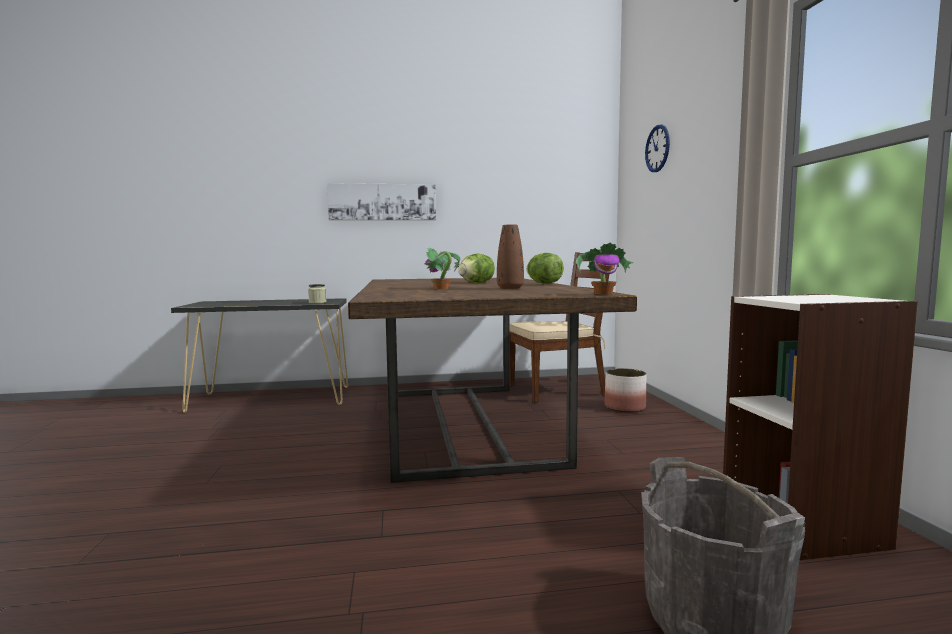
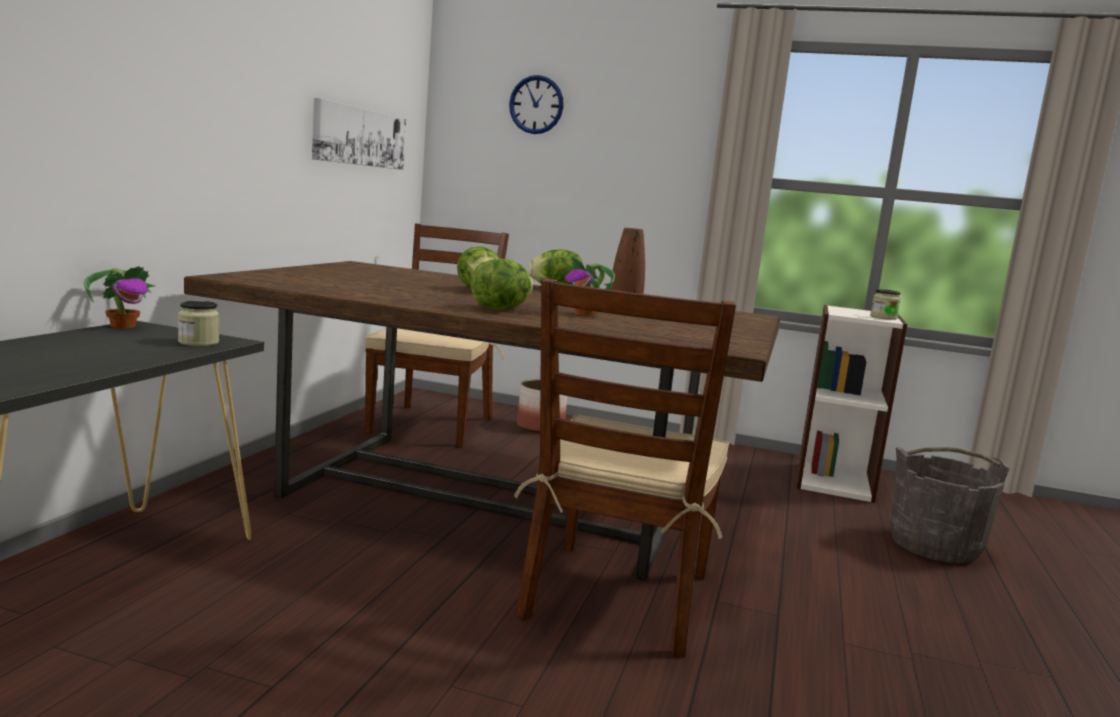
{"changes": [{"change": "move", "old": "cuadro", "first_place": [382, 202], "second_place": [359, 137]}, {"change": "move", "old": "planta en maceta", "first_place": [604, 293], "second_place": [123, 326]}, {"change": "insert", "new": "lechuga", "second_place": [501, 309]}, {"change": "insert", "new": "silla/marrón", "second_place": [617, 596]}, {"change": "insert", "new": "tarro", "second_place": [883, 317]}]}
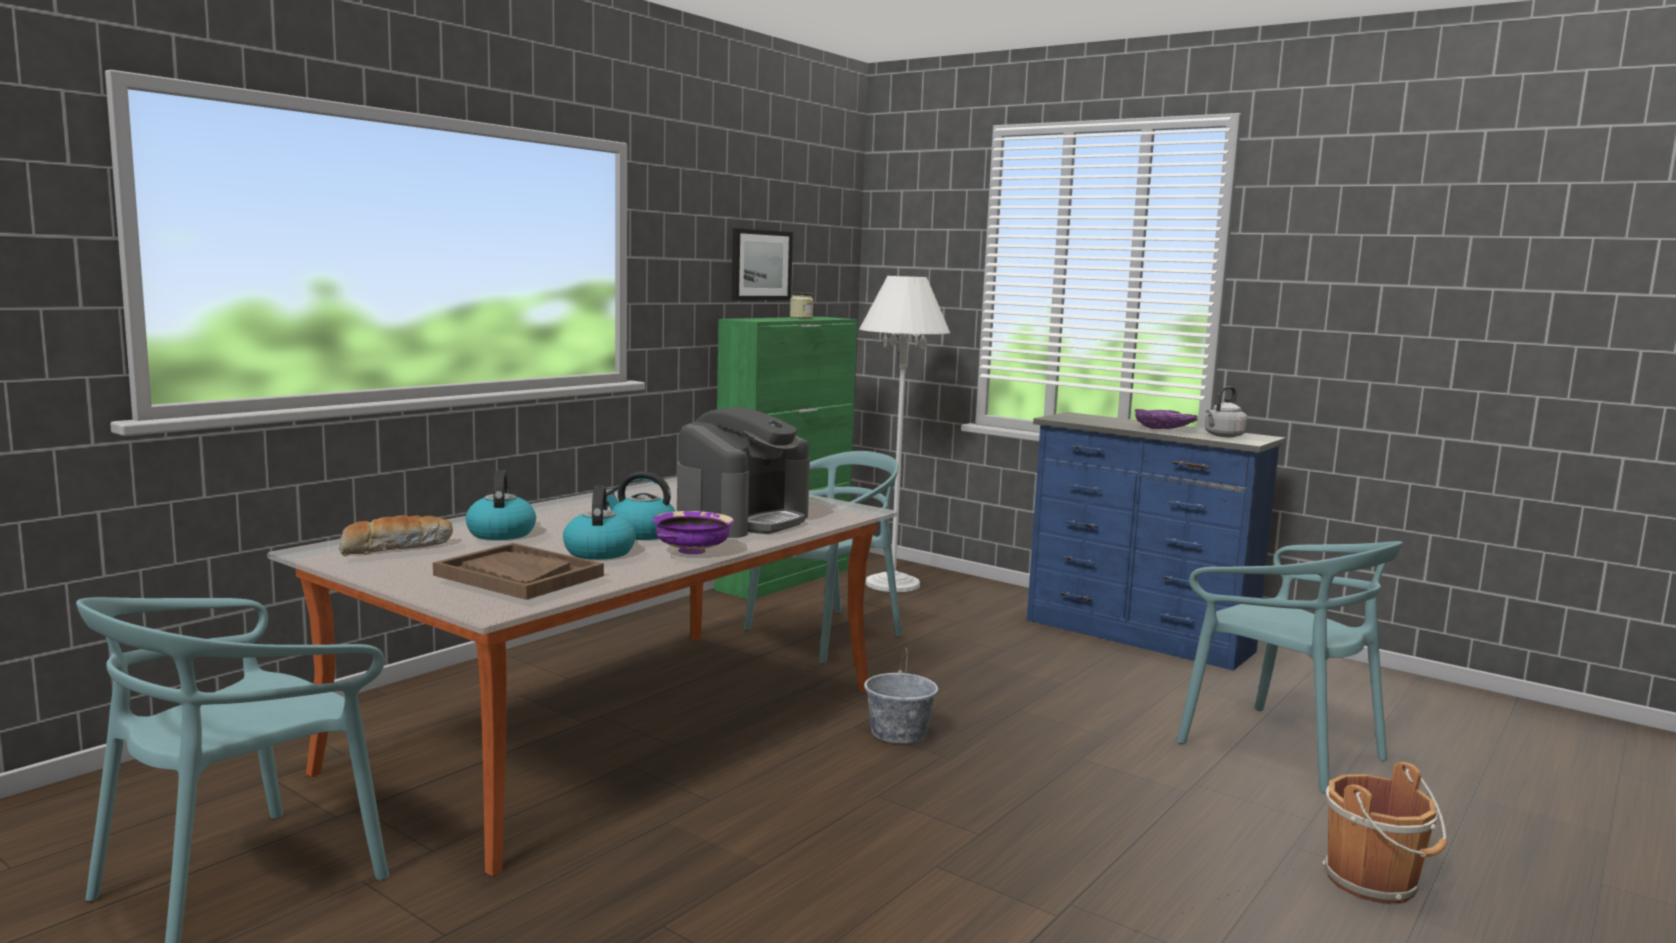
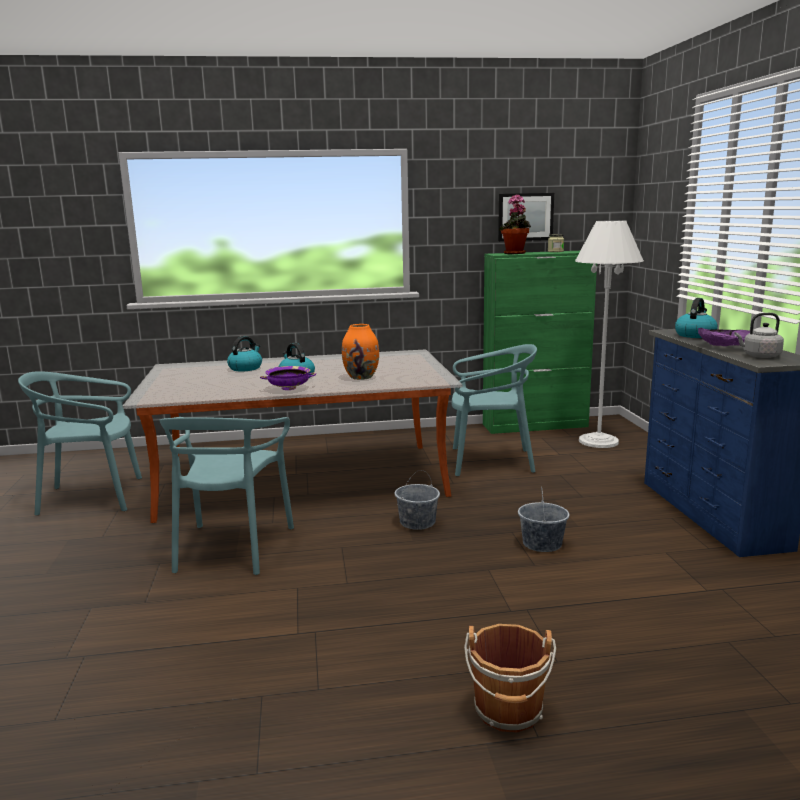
{"changes": [{"change": "delete", "old": "pan", "first_place": [396, 547]}, {"change": "delete", "old": "bandeja/marrón", "first_place": [518, 575]}, {"change": "move", "old": "hervidor", "first_place": [599, 552], "second_place": [695, 335]}, {"change": "replace", "old": "cafetera", "new": "florero/naranja", "first_place": [743, 520], "second_place": [361, 377]}, {"change": "move", "old": "silla/turquesa", "first_place": [1281, 748], "second_place": [232, 548]}, {"change": "insert", "new": "planta en maceta", "second_place": [515, 253]}, {"change": "insert", "new": "cubo/gris", "second_place": [542, 544]}]}
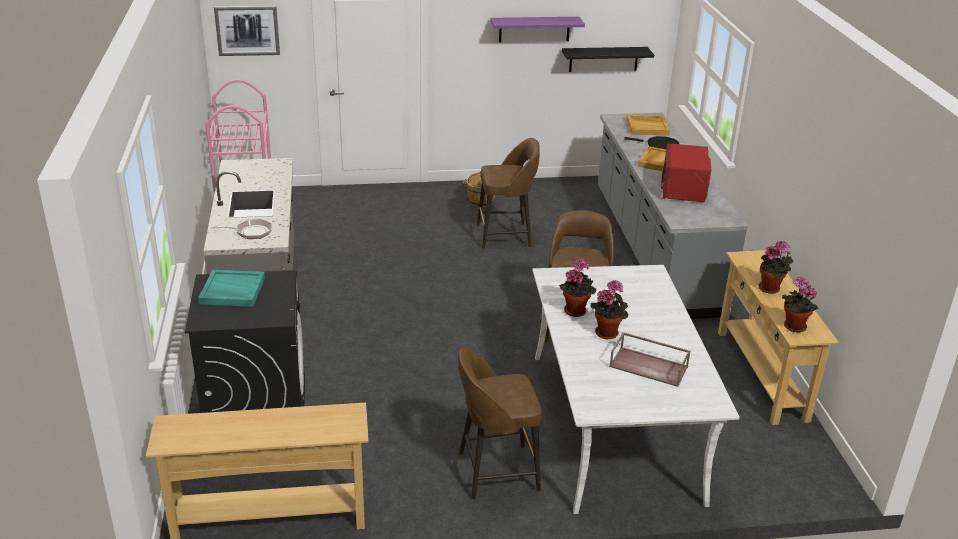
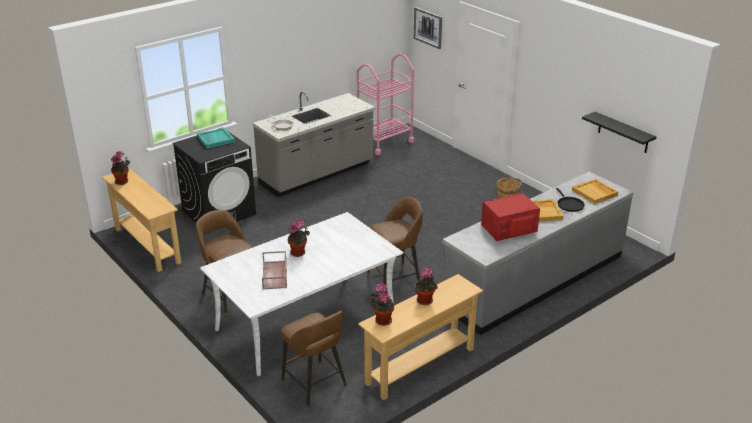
{"changes": [{"change": "move", "old": "taburete/marrón", "first_place": [505, 236], "second_place": [315, 384]}, {"change": "delete", "old": "estante/morado", "first_place": [534, 29]}, {"change": "move", "old": "planta en maceta", "first_place": [575, 310], "second_place": [123, 182]}]}
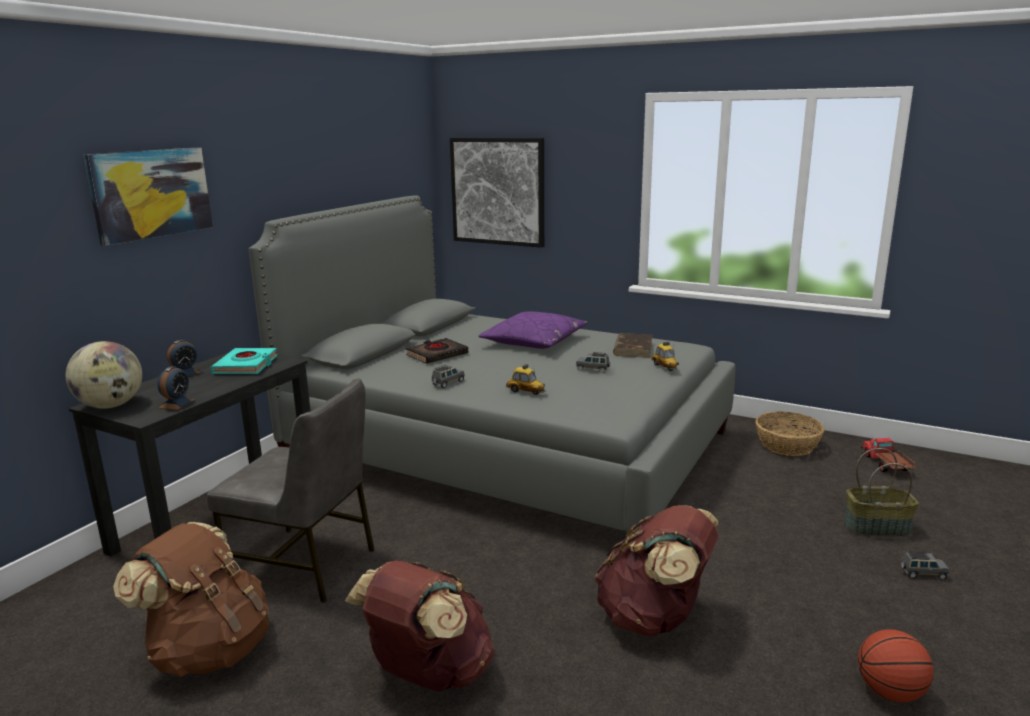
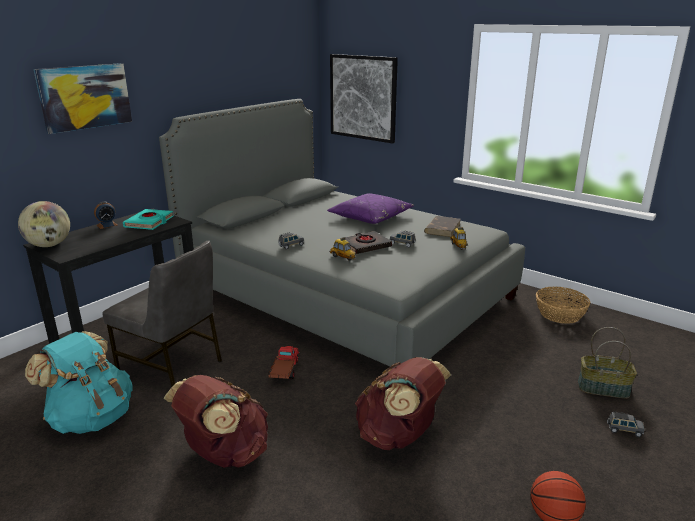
{"changes": [{"change": "recolor", "old": "mochila/marrón", "new": "mochila/turquesa", "first_place": [209, 650], "second_place": [91, 417]}, {"change": "delete", "old": "despertador", "first_place": [176, 404]}, {"change": "move", "old": "libro/negro", "first_place": [437, 355], "second_place": [365, 246]}, {"change": "move", "old": "camión de juguete", "first_place": [886, 465], "second_place": [284, 371]}]}
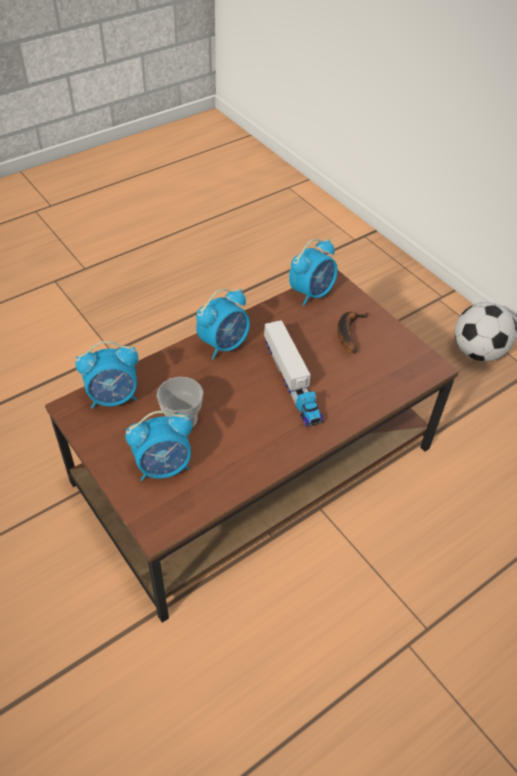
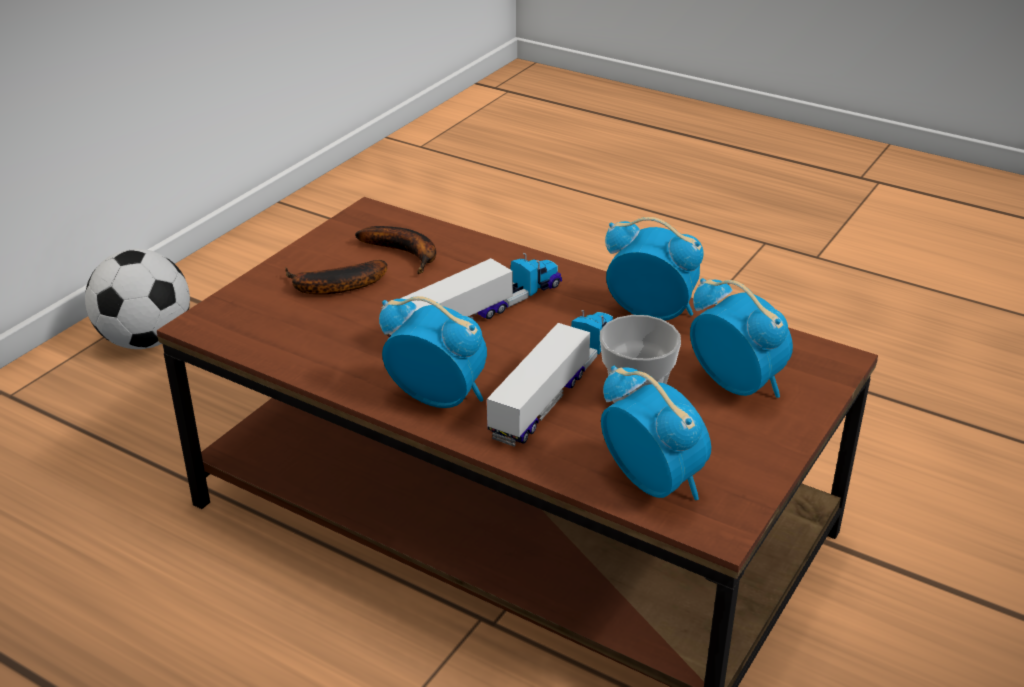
{"changes": [{"change": "move", "old": "despertador", "first_place": [312, 293], "second_place": [651, 313]}, {"change": "insert", "new": "plátano", "second_place": [406, 253]}, {"change": "insert", "new": "camión de juguete", "second_place": [557, 385]}]}
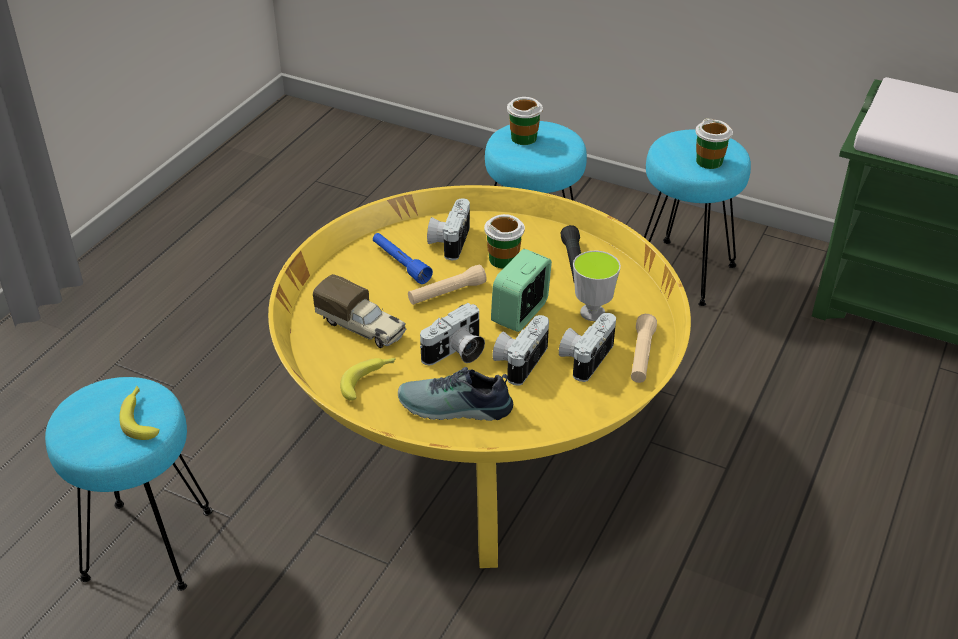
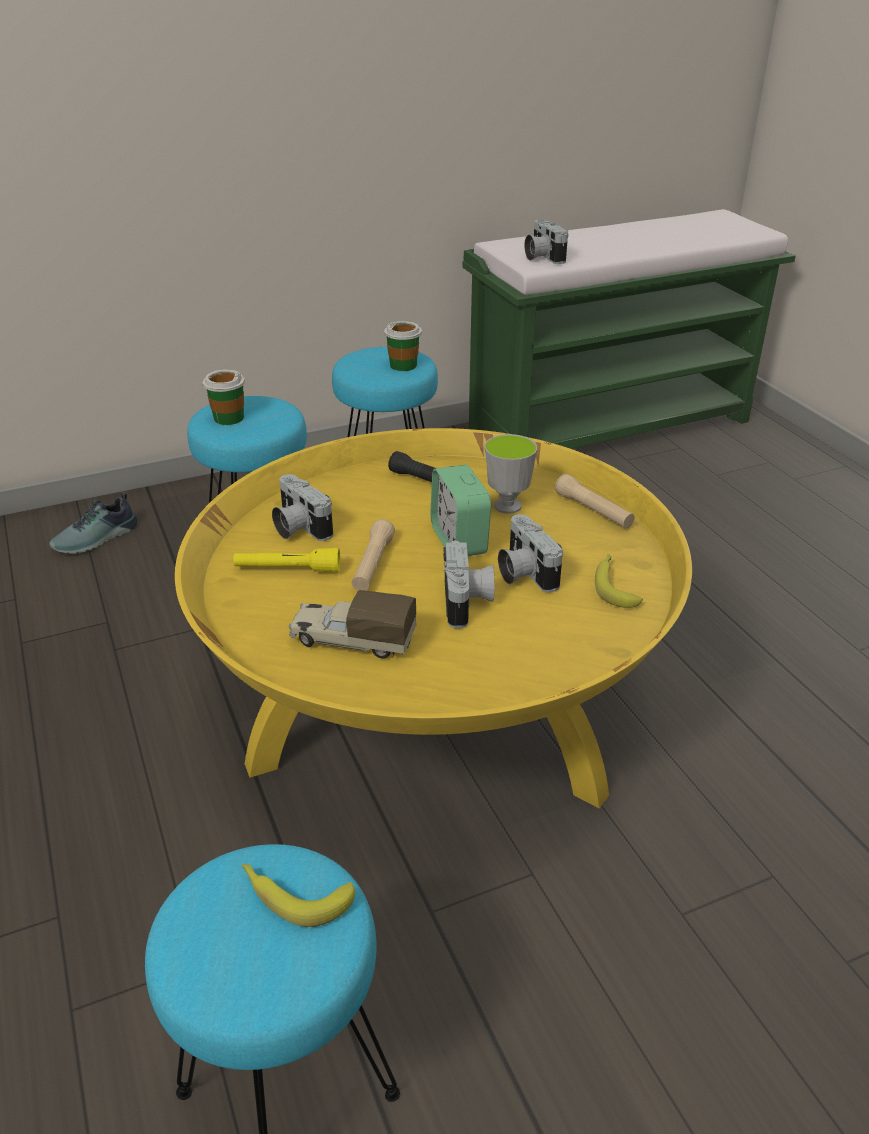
{"changes": [{"change": "rotate", "old": "camión de juguete", "first_place": [362, 327], "second_place": [351, 641], "degrees": -150}, {"change": "move", "old": "plátano", "first_place": [369, 380], "second_place": [614, 585]}, {"change": "recolor", "old": "linterna/azul", "new": "linterna/amarillo", "first_place": [400, 263], "second_place": [287, 570]}, {"change": "move", "old": "zapato", "first_place": [454, 408], "second_place": [97, 539]}, {"change": "delete", "old": "taza", "first_place": [503, 259]}, {"change": "move", "old": "cámara", "first_place": [585, 357], "second_place": [541, 257]}]}
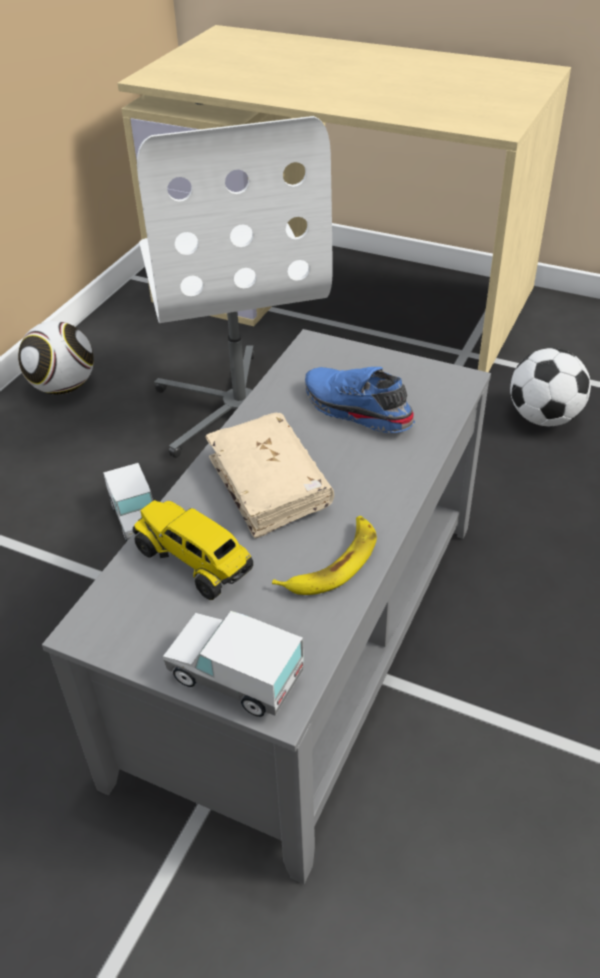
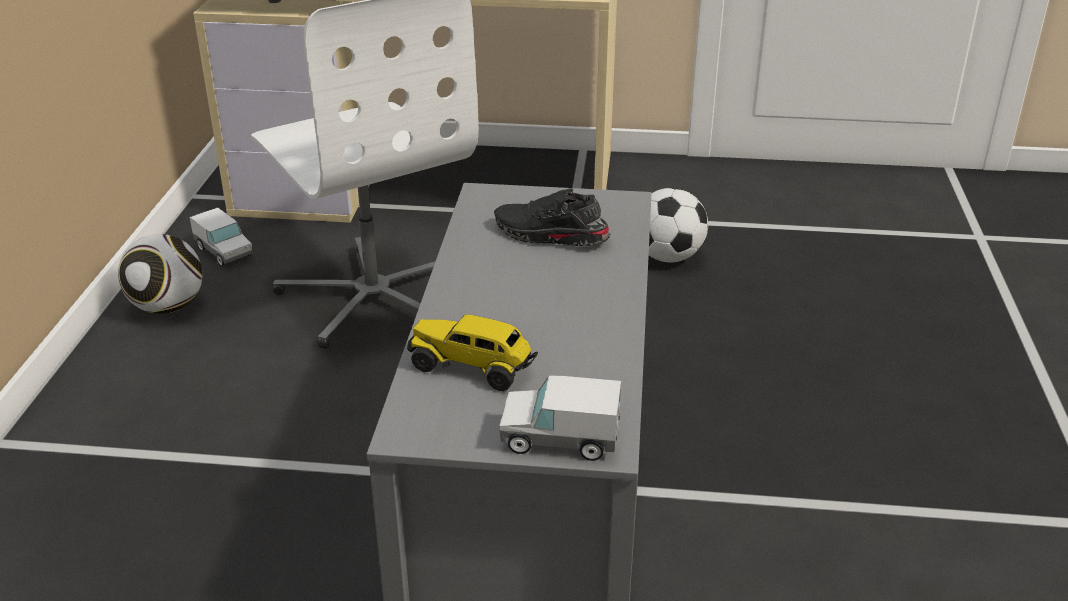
{"changes": [{"change": "move", "old": "camión de juguete", "first_place": [136, 518], "second_place": [224, 252]}, {"change": "delete", "old": "libro/beis", "first_place": [269, 485]}, {"change": "delete", "old": "plátano", "first_place": [333, 563]}, {"change": "recolor", "old": "zapato/azul", "new": "zapato/negro", "first_place": [355, 411], "second_place": [549, 236]}]}
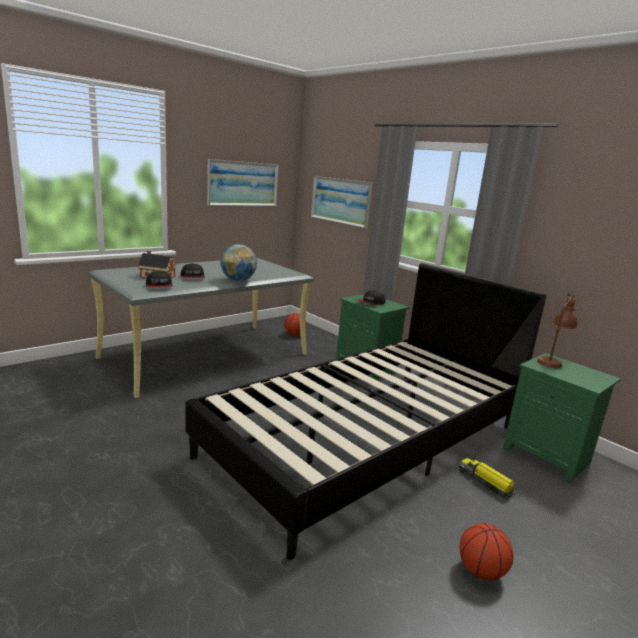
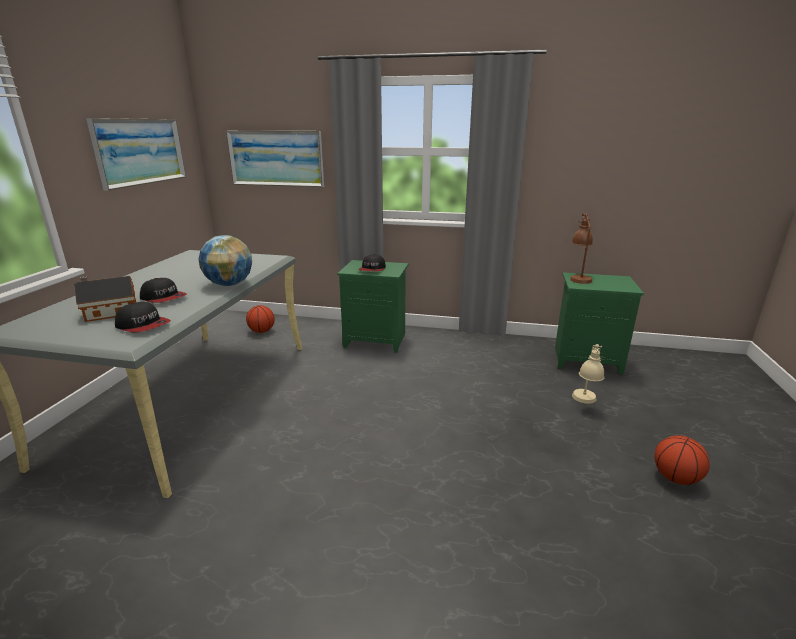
{"changes": [{"change": "delete", "old": "cama/negro", "first_place": [368, 440]}, {"change": "replace", "old": "camión de juguete", "new": "lámpara de mesa/beis", "first_place": [485, 482], "second_place": [585, 402]}]}
